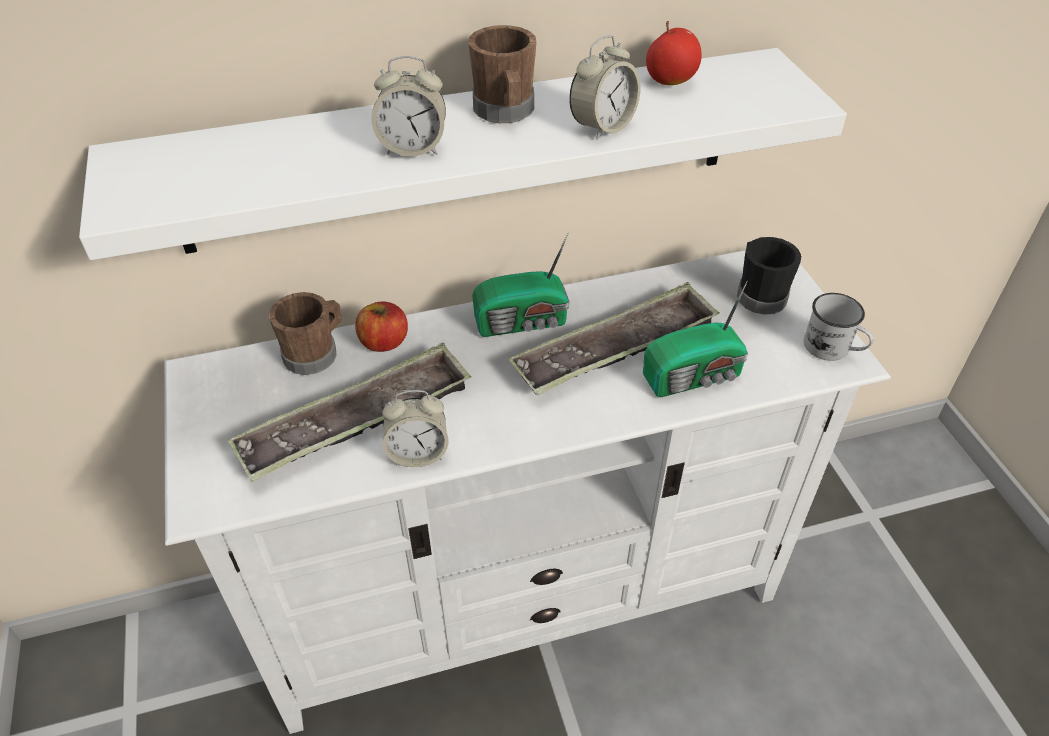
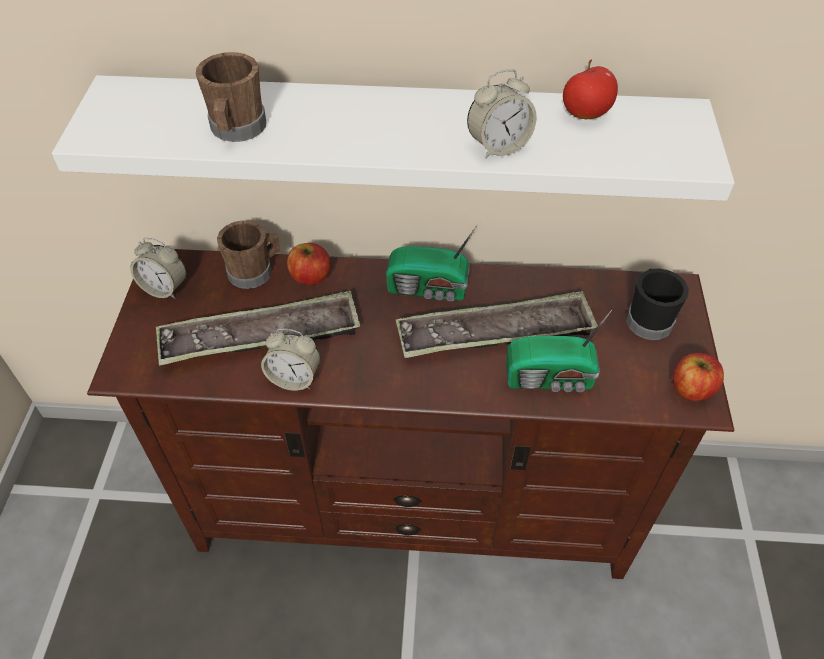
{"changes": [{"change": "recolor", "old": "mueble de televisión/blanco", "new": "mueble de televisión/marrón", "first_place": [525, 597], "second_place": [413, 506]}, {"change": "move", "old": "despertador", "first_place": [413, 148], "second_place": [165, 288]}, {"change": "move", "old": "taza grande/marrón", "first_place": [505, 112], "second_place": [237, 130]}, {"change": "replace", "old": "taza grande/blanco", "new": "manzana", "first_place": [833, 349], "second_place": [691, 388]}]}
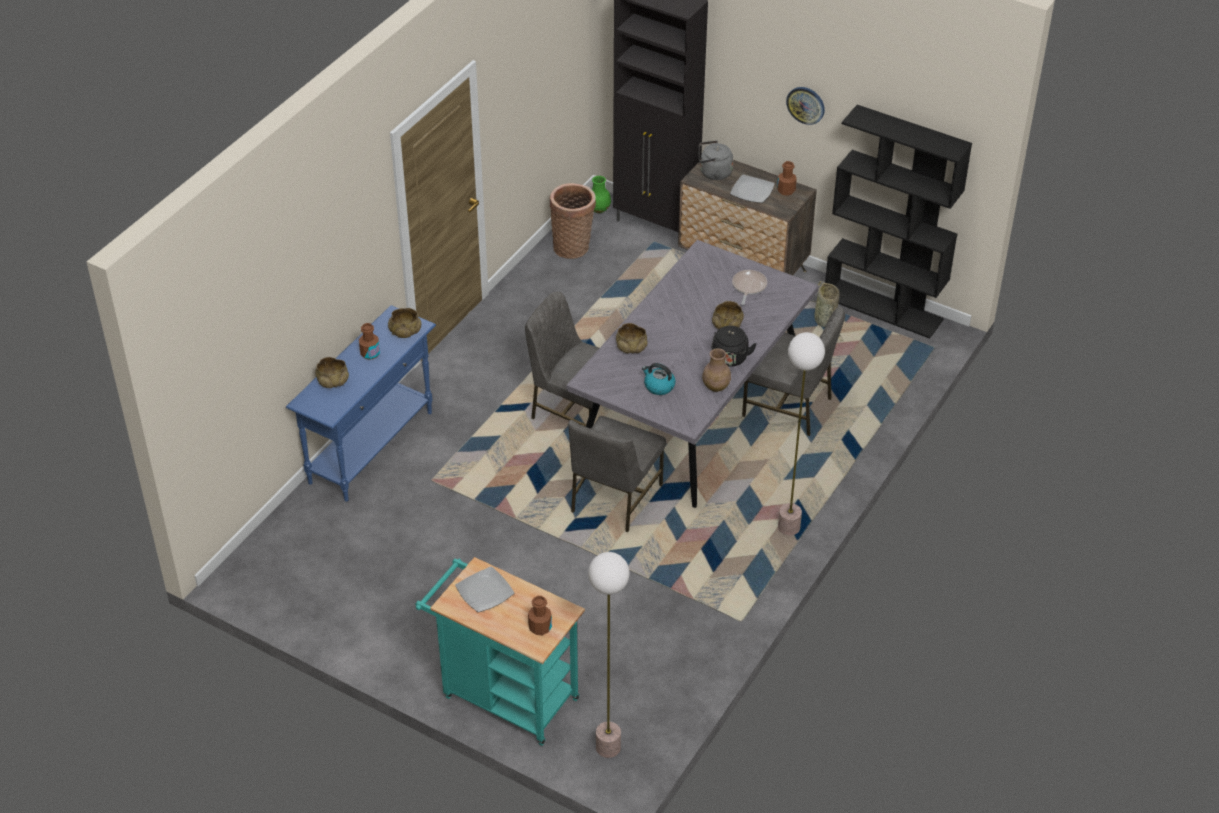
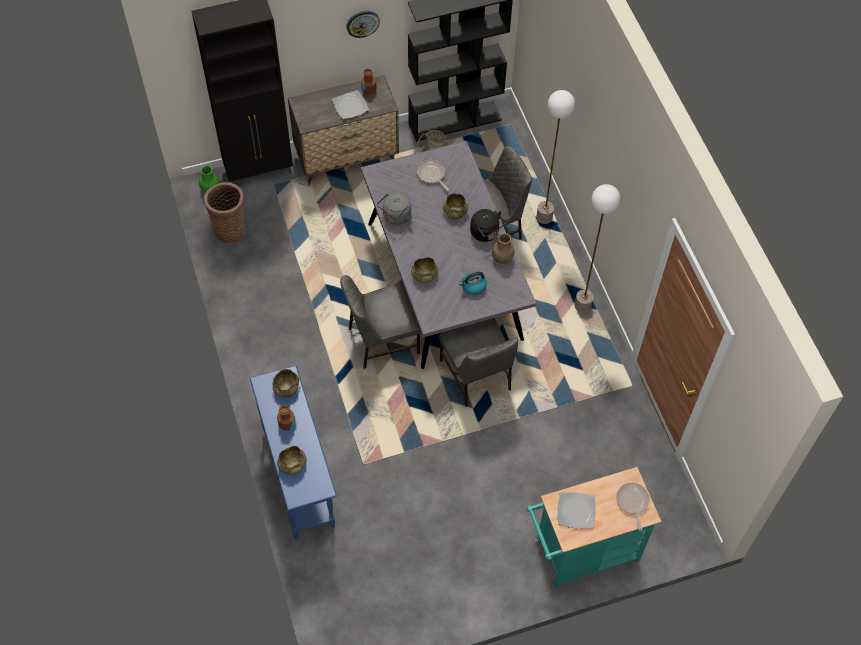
{"changes": [{"change": "replace", "old": "botella/marrón", "new": "sartén", "first_place": [540, 627], "second_place": [632, 502]}, {"change": "move", "old": "lámpara de pie", "first_place": [607, 747], "second_place": [544, 218]}, {"change": "move", "old": "hervidor/gris", "first_place": [713, 173], "second_place": [396, 217]}]}
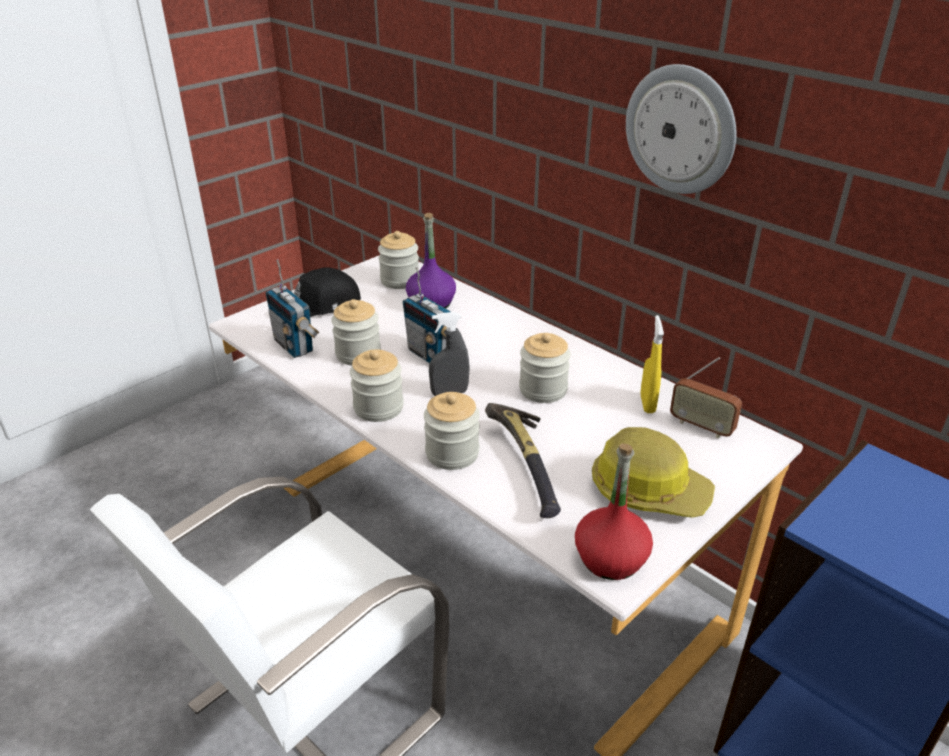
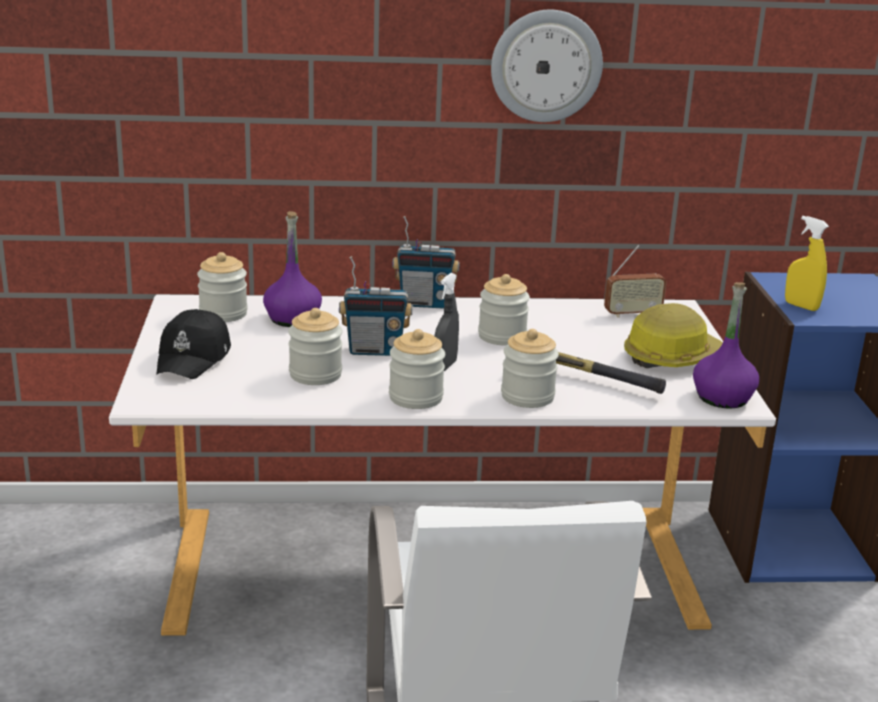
{"changes": [{"change": "move", "old": "radio", "first_place": [295, 346], "second_place": [424, 303]}, {"change": "recolor", "old": "botella/rojo", "new": "botella/morado", "first_place": [610, 559], "second_place": [722, 398]}, {"change": "move", "old": "pulverizador/amarillo", "first_place": [647, 404], "second_place": [801, 306]}]}
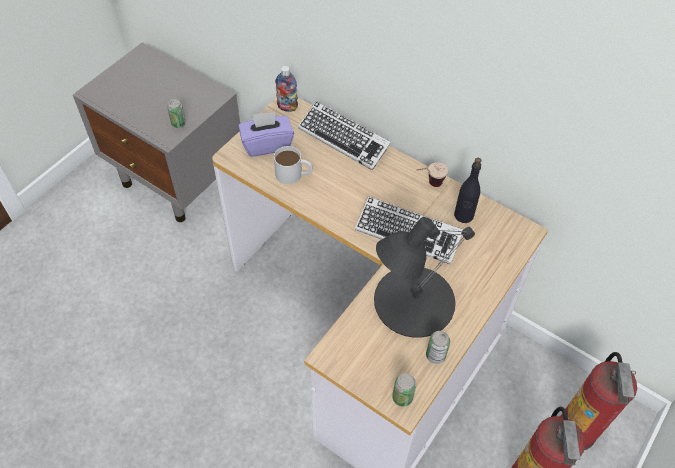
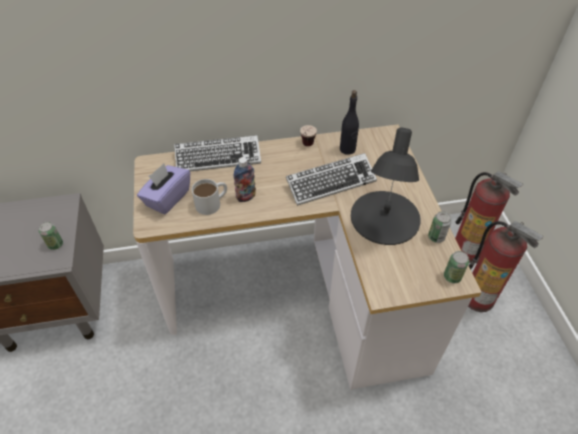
{"changes": [{"change": "move", "old": "botella", "first_place": [287, 107], "second_place": [246, 197]}]}
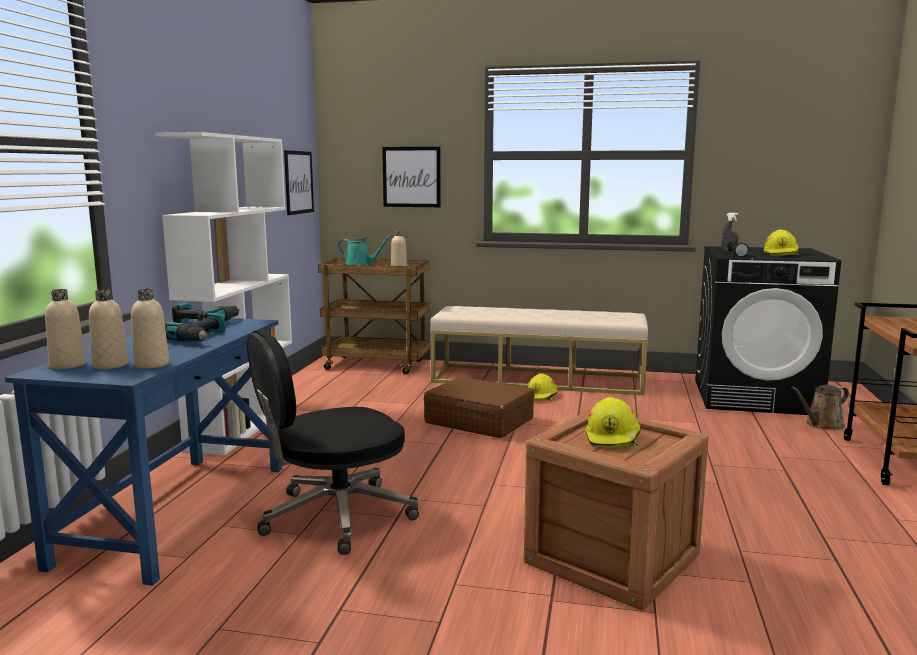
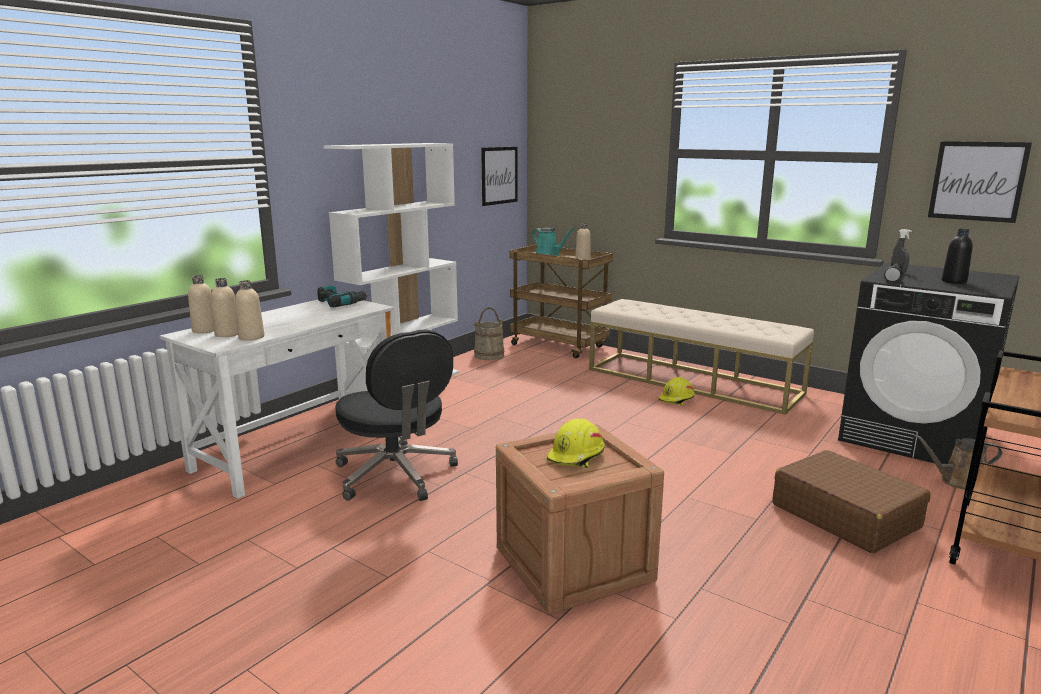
{"changes": [{"change": "recolor", "old": "escritorio/azul", "new": "escritorio/blanco", "first_place": [177, 512], "second_place": [298, 448]}, {"change": "delete", "old": "taladro", "first_place": [200, 338]}, {"change": "rotate", "old": "silla de oficina/negro", "first_place": [334, 516], "second_place": [396, 475], "degrees": -120}, {"change": "move", "old": "cuadro", "first_place": [411, 177], "second_place": [977, 181]}, {"change": "move", "old": "maleta/marrón", "first_place": [479, 421], "second_place": [844, 515]}, {"change": "replace", "old": "casco/amarillo", "new": "botella/negro", "first_place": [781, 254], "second_place": [954, 281]}, {"change": "insert", "new": "cubo/beis", "second_place": [489, 355]}]}
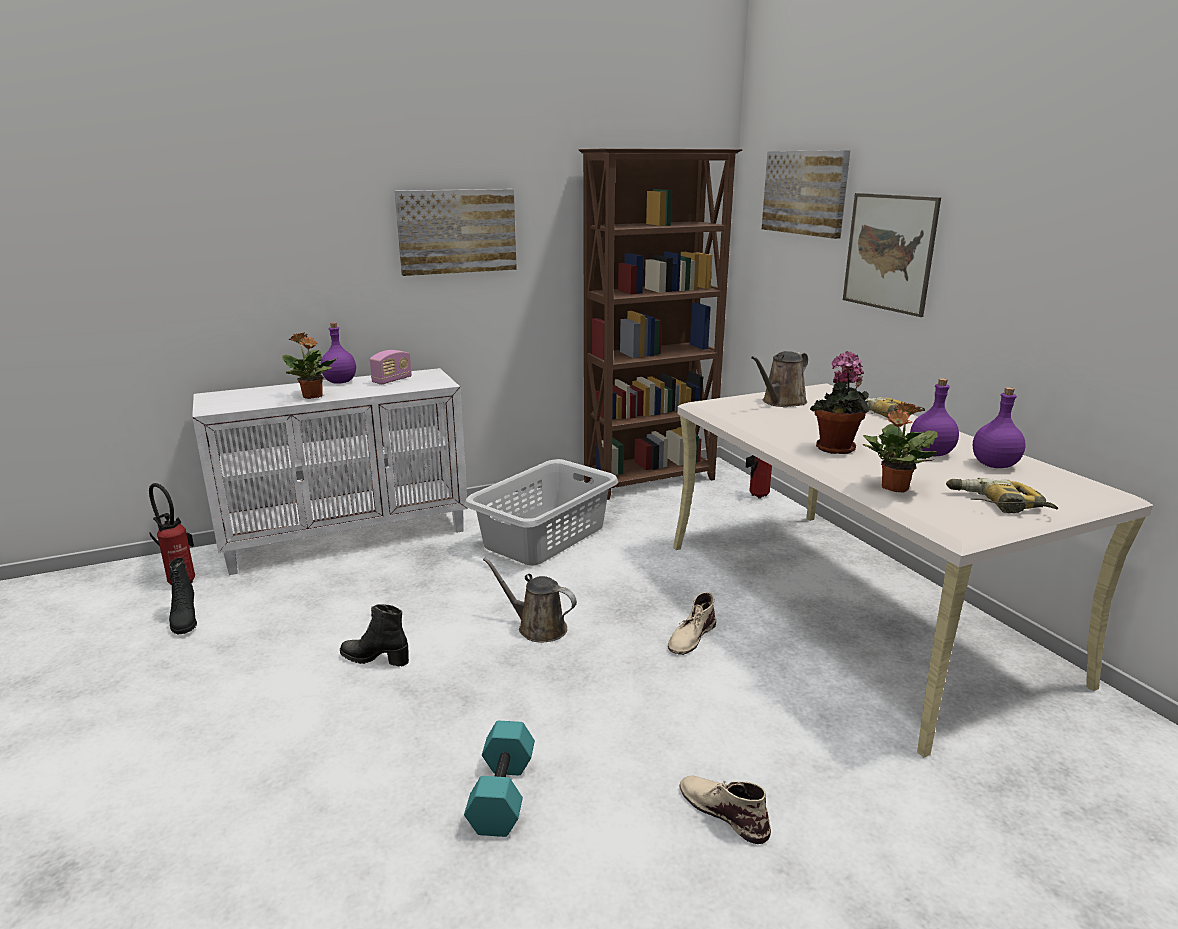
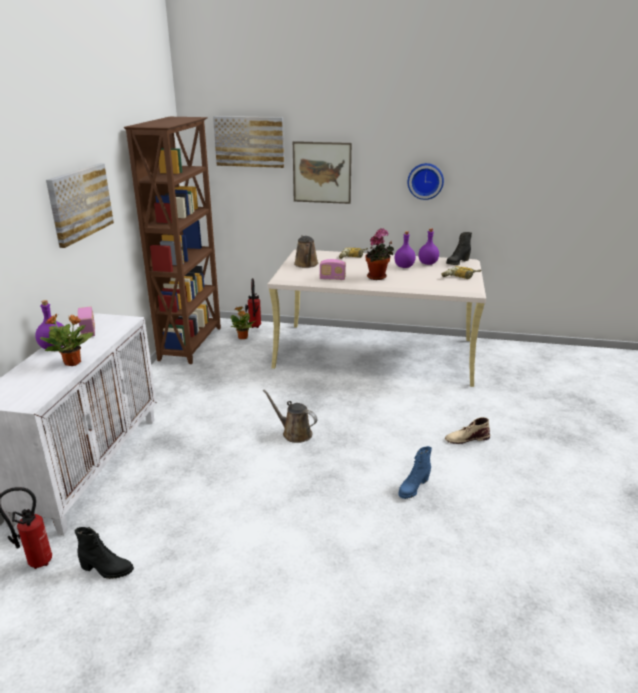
{"changes": [{"change": "move", "old": "bota/negro", "first_place": [375, 658], "second_place": [457, 262]}, {"change": "delete", "old": "cesto de la ropa/gris", "first_place": [546, 536]}, {"change": "replace", "old": "mancuerna/turquesa", "new": "bota/azul", "first_place": [503, 795], "second_place": [413, 488]}, {"change": "rotate", "old": "regadera/marrón", "first_place": [537, 627], "second_place": [294, 433], "degrees": 60}, {"change": "delete", "old": "bota/beis", "first_place": [691, 637]}, {"change": "move", "old": "planta en maceta", "first_place": [894, 488], "second_place": [243, 337]}, {"change": "insert", "new": "radio", "second_place": [332, 278]}, {"change": "insert", "new": "reloj de pared", "second_place": [425, 181]}]}
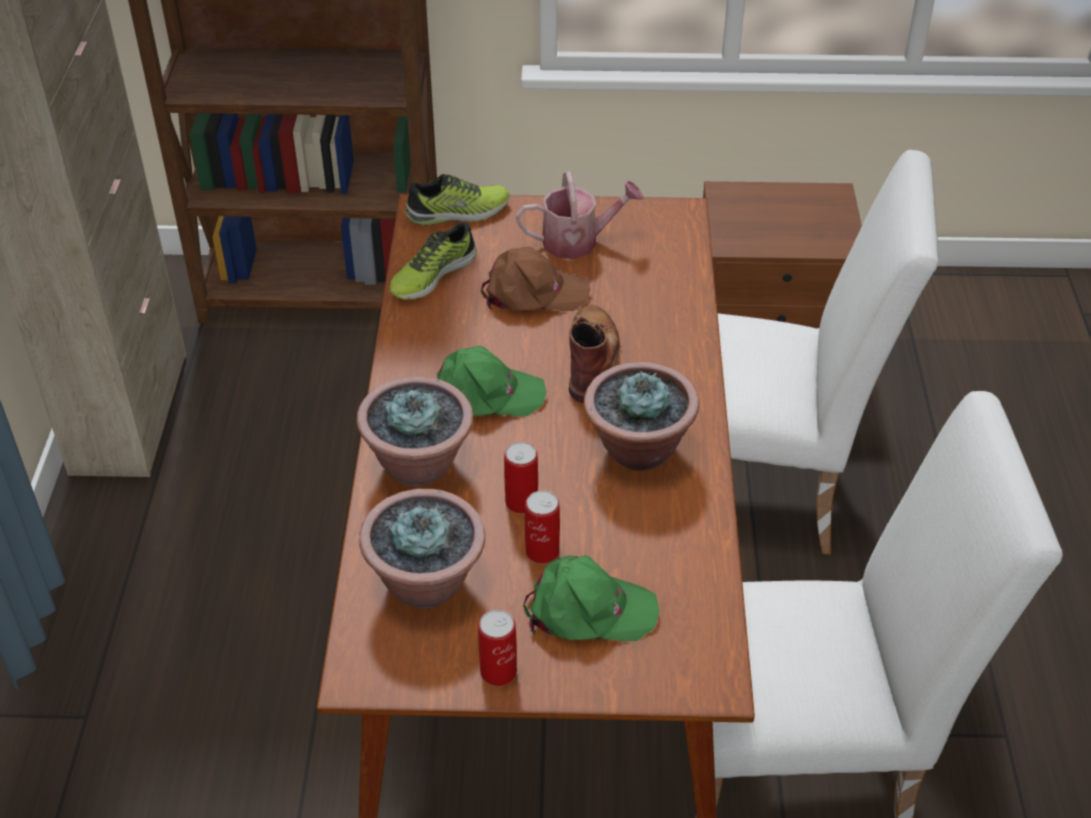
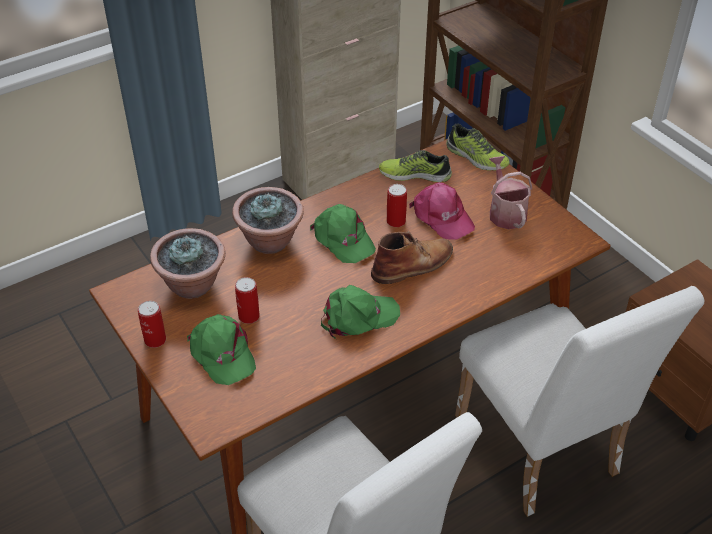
{"changes": [{"change": "recolor", "old": "gorra/marrón", "new": "gorra/rosa", "first_place": [533, 293], "second_place": [442, 217]}, {"change": "move", "old": "lata", "first_place": [521, 502], "second_place": [396, 221]}, {"change": "rotate", "old": "regadera", "first_place": [578, 241], "second_place": [505, 212], "degrees": -150}, {"change": "replace", "old": "planta en maceta", "new": "gorra/verde", "first_place": [638, 449], "second_place": [358, 317]}]}
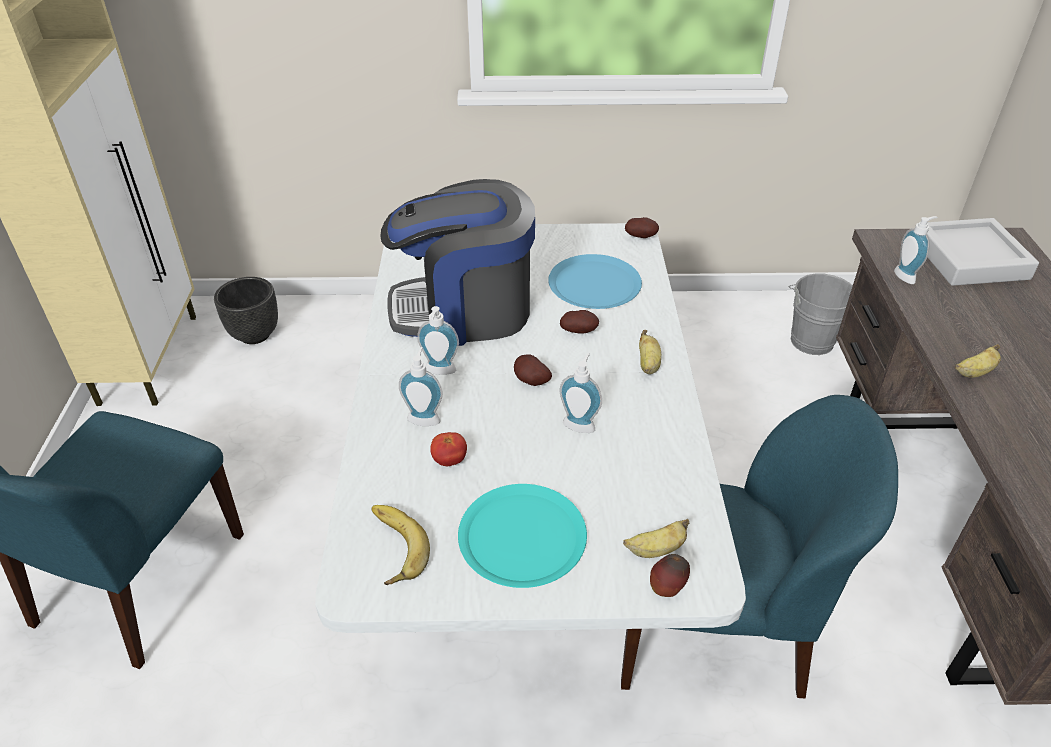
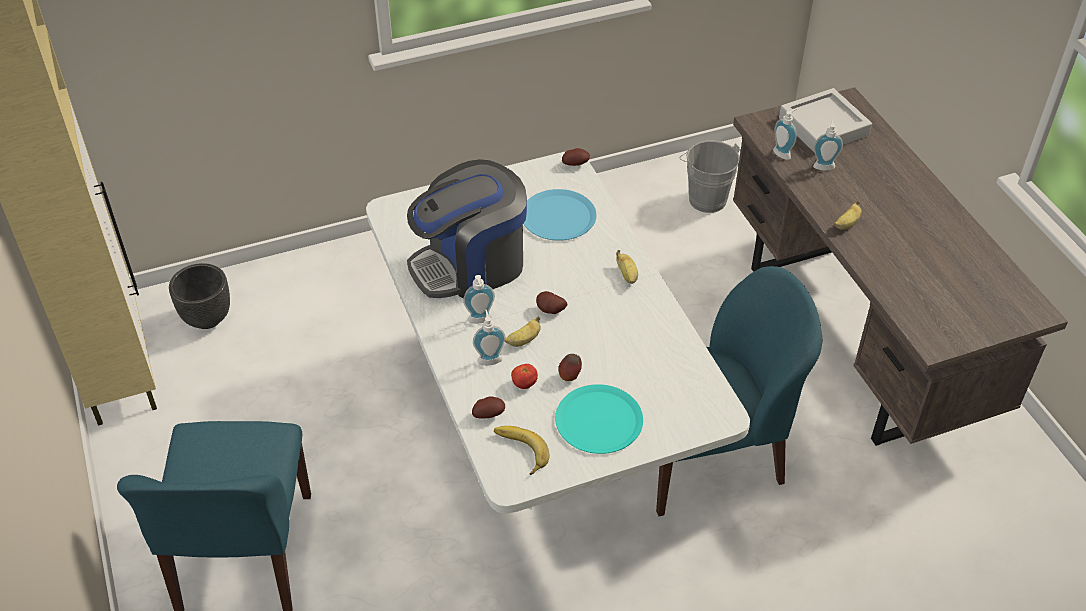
{"changes": [{"change": "move", "old": "patata", "first_place": [579, 331], "second_place": [488, 414]}, {"change": "move", "old": "dispensador de jabón", "first_place": [580, 423], "second_place": [823, 165]}, {"change": "move", "old": "plátano", "first_place": [655, 550], "second_place": [523, 340]}, {"change": "move", "old": "manzana", "first_place": [667, 589], "second_place": [570, 376]}]}
